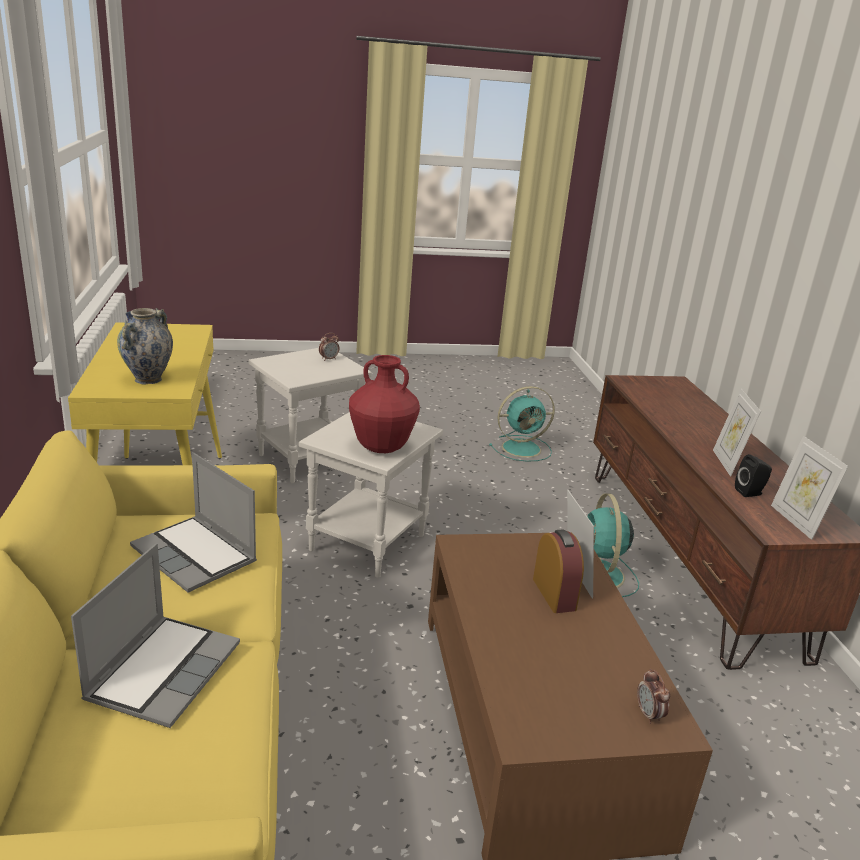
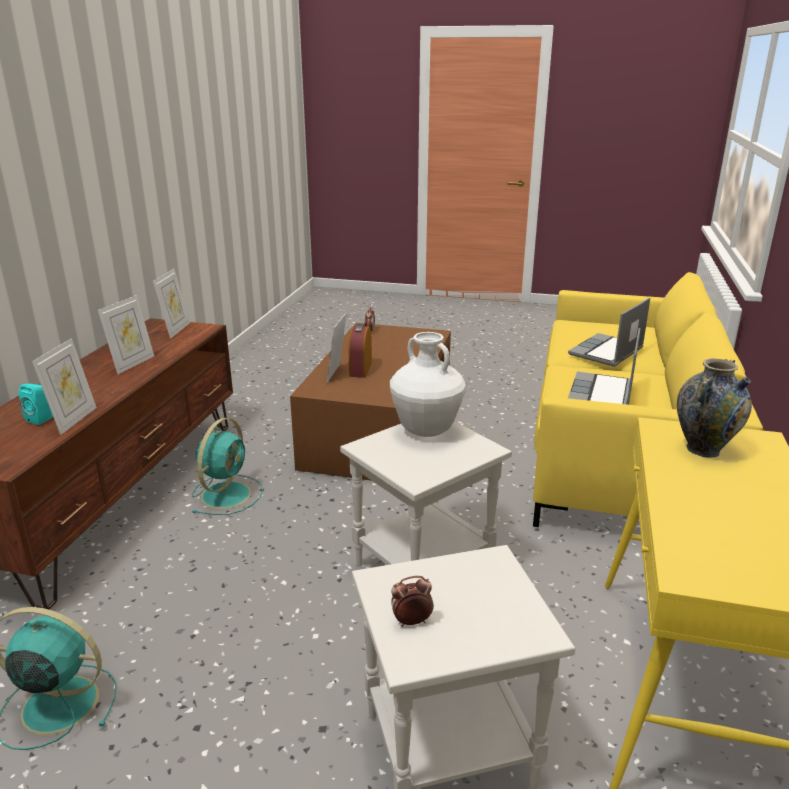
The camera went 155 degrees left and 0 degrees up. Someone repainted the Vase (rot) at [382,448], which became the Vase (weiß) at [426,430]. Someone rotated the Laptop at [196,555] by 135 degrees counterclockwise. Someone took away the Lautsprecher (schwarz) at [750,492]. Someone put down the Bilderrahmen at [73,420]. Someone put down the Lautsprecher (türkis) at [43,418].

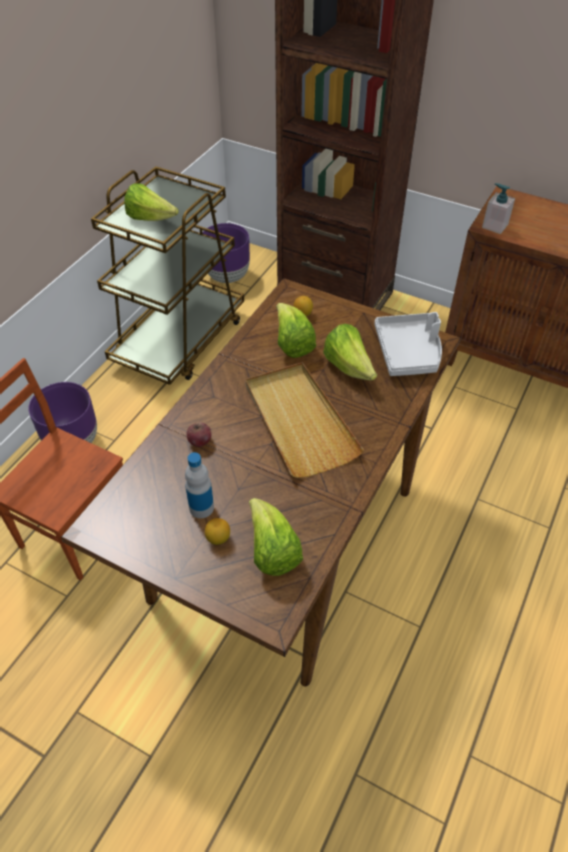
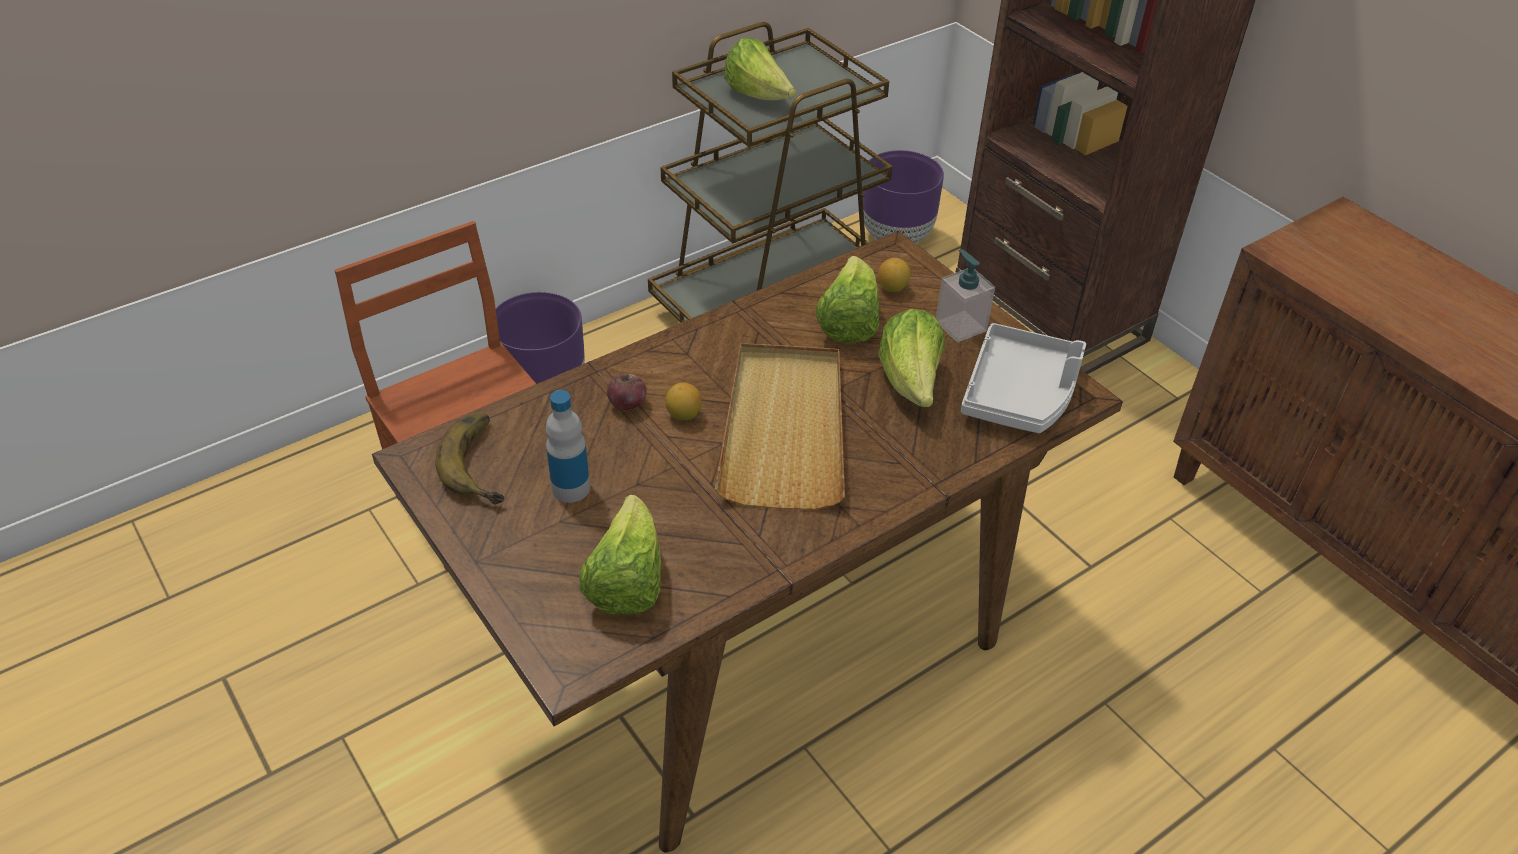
The camera went 25 degrees right and 5 degrees down. Someone carried the Seifenspender from [494,226] to [960,326]. Someone carried the Zitrone from [218,538] to [683,415]. Someone put down the Banane at [485,462].

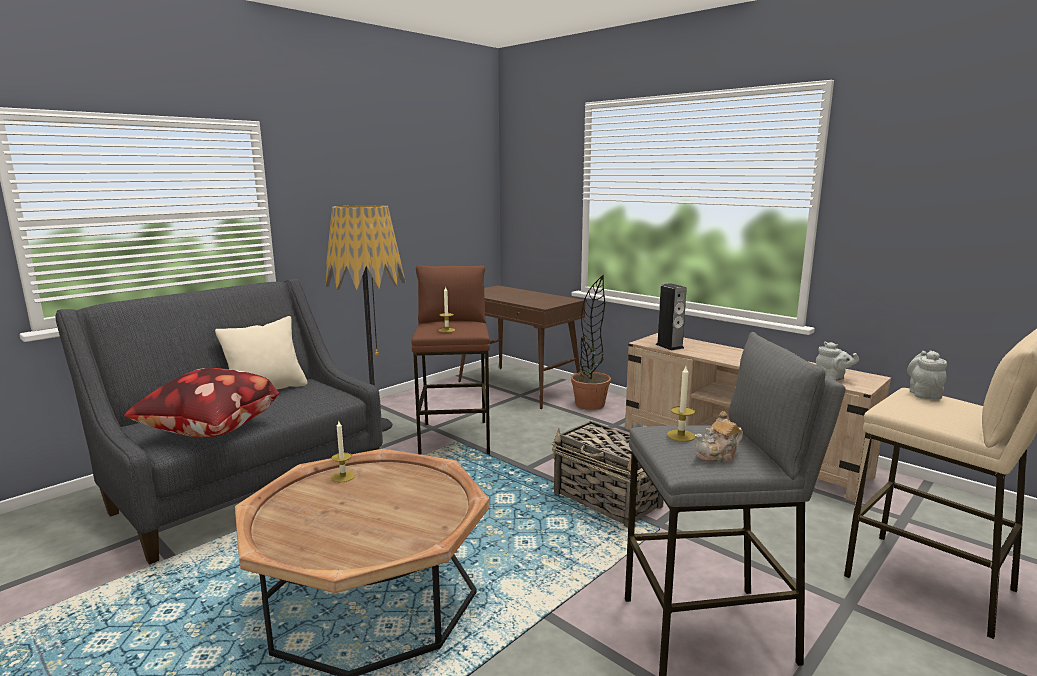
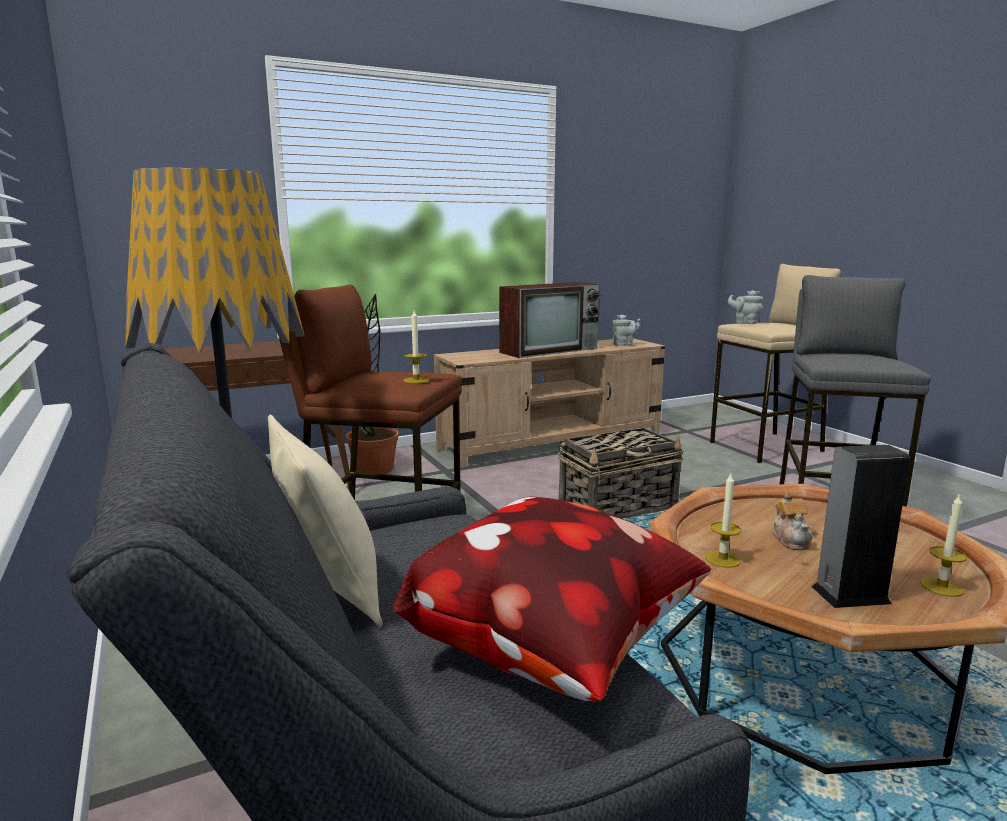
The camera went 70 degrees left and 0 degrees up. Someone carried the Lautsprecher from [669,346] to [850,595]. Someone carried the Kerze from [681,435] to [941,587]. Someone carried the Teekanne from [718,455] to [791,539]. Someone put down the Fernseher at [550,350].

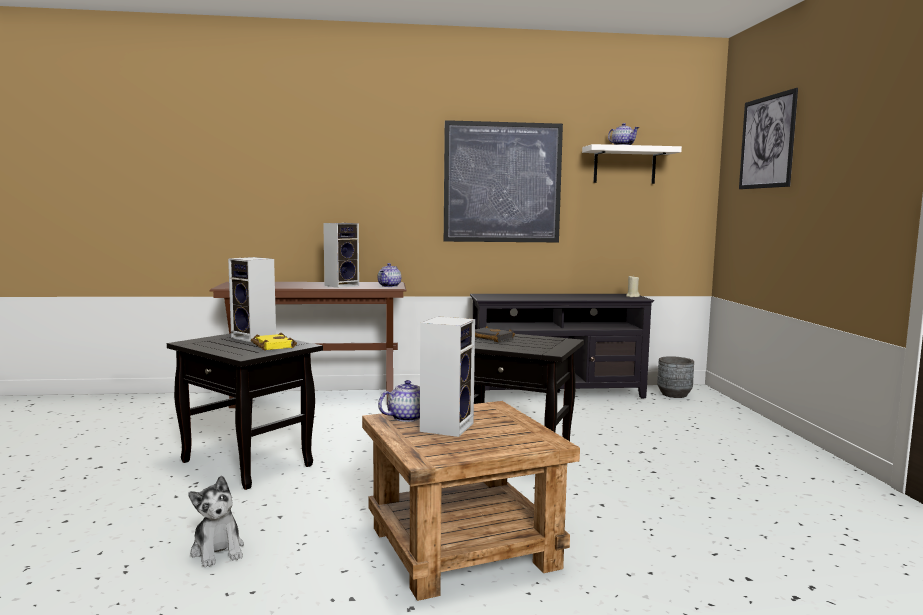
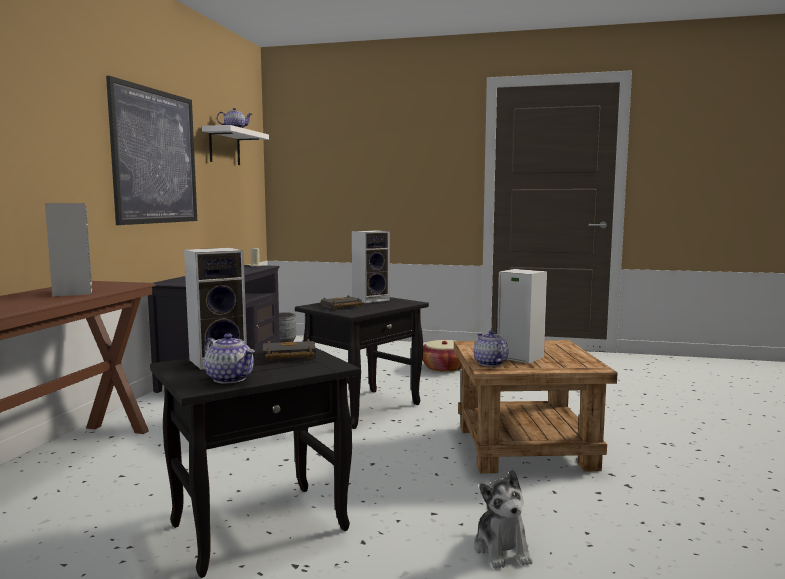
The camera went 70 degrees left and 0 degrees up. Someone took away the Bild at [767,142]. Someone carried the Teekanne from [389,286] to [230,378]. Someone repainted the Buch (gelb) at [271,346], which became the Buch (schwarz) at [287,356]. Someone rotated the Plüschtier at [218,550] by 90 degrees clockwise. Someone put down the Lautsprecher at [371,299]. Someone put down the Korb at [444,368].

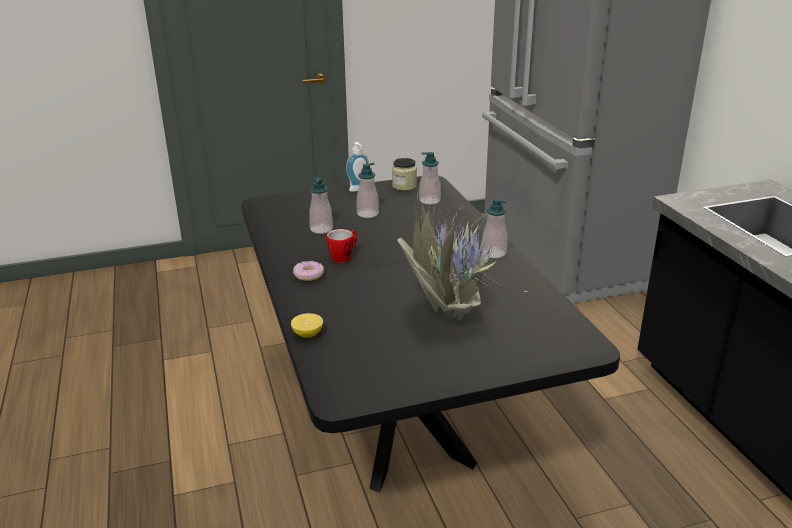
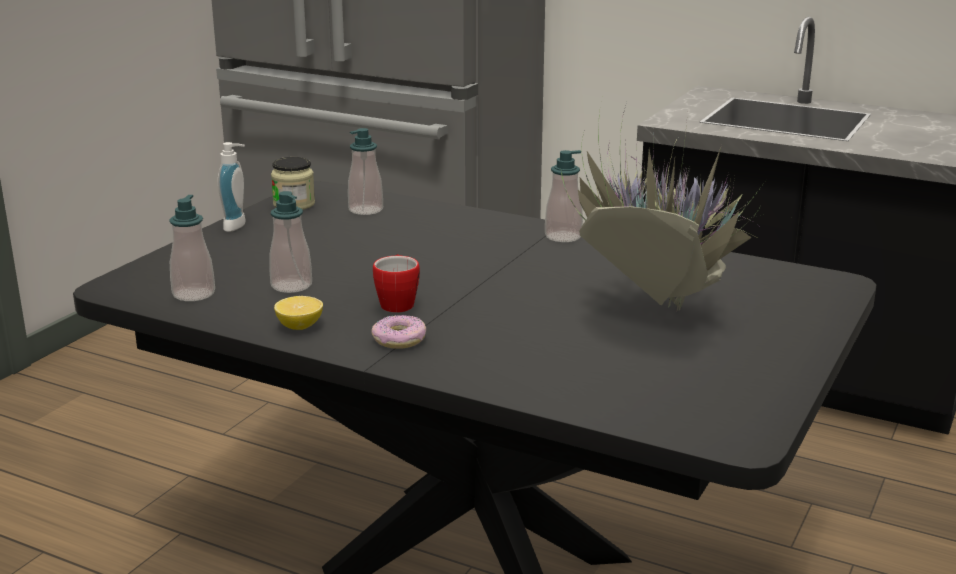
The camera went 45 degrees left and 5 degrees down. Someone carried the Seifenspender from [367,214] to [194,294]. Someone carried the Zitrone from [308,334] to [299,326].

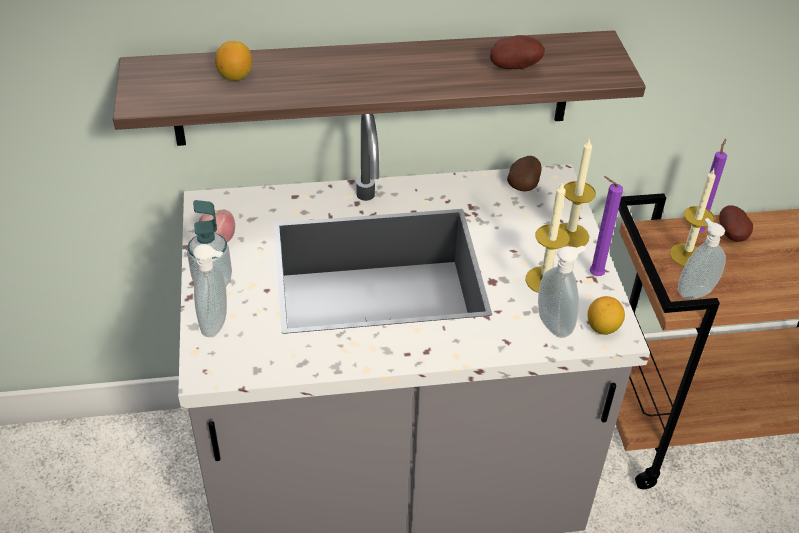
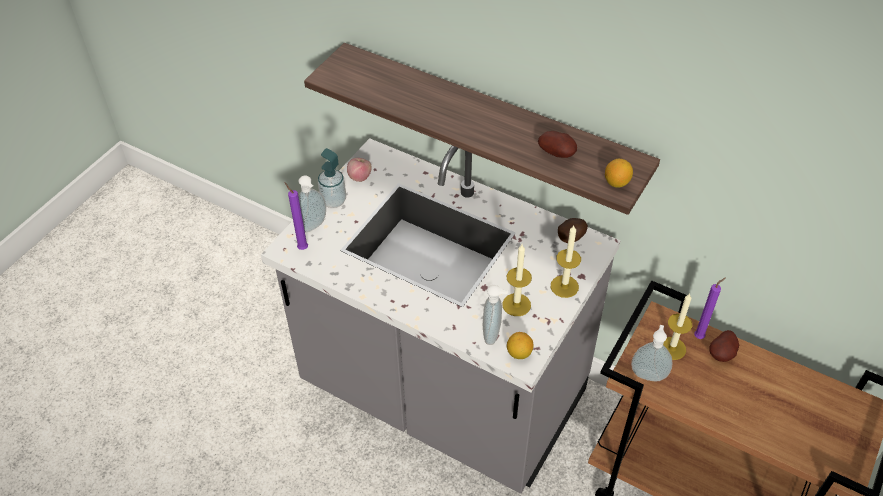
The camera went 40 degrees right and 5 degrees up. Someone carried the Zitrone from [235,76] to [616,182]. Someone carried the Kerze (lila) from [593,275] to [301,247].

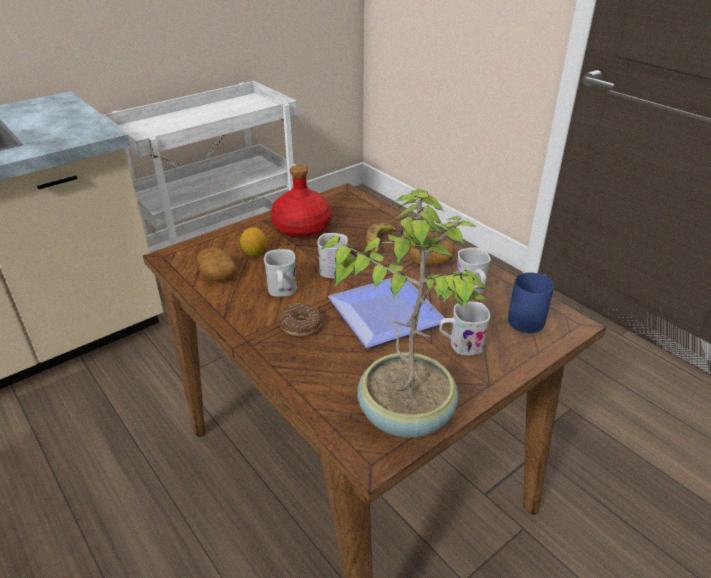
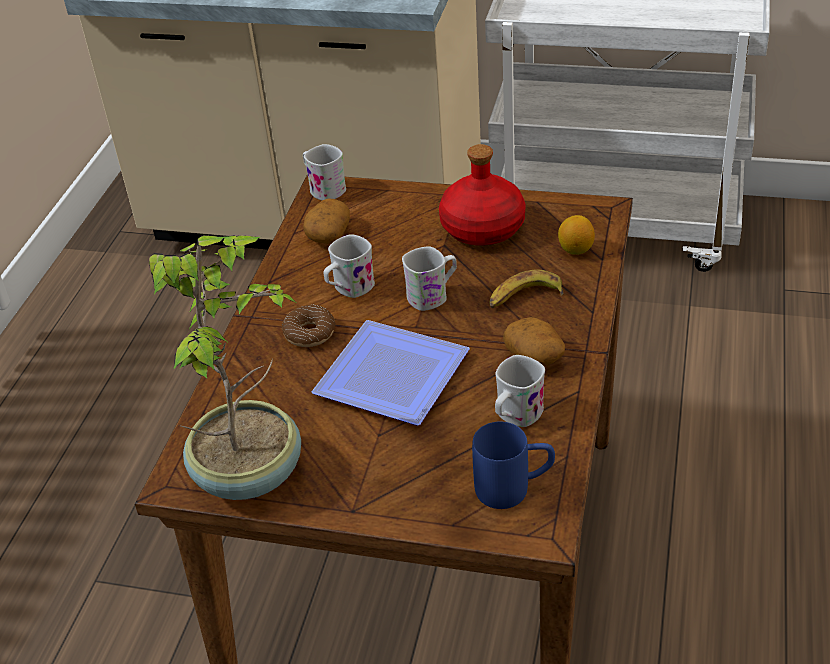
The camera went 55 degrees right and 5 degrees up. Someone carried the Zitrone from [254,253] to [575,249]. Someone carried the Henkelbecher (weiß) from [460,345] to [323,189].

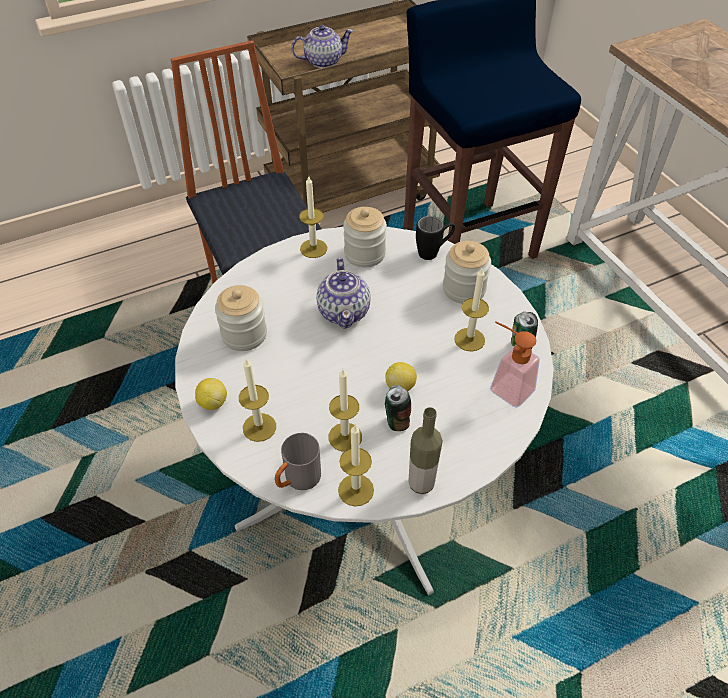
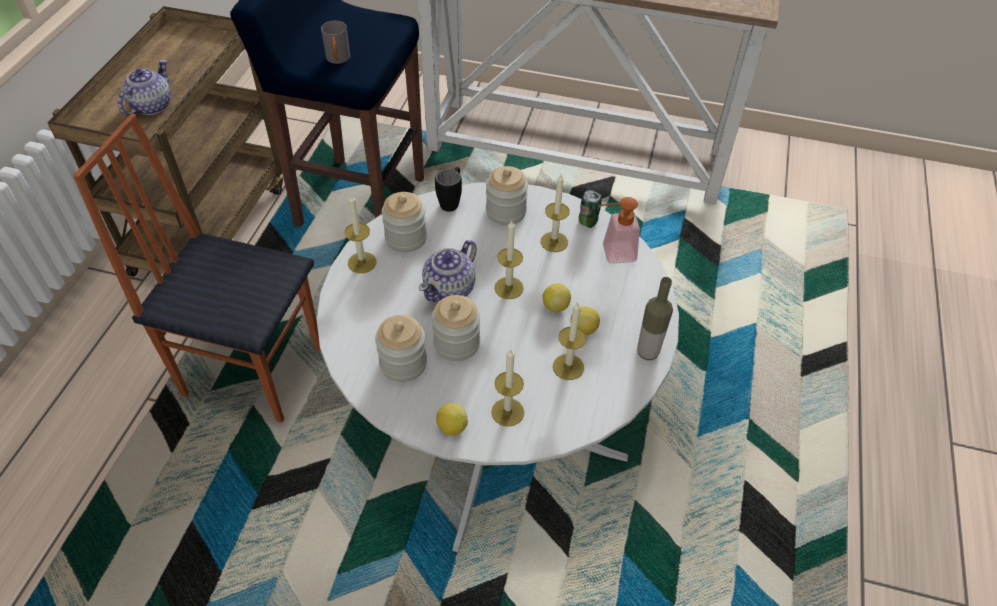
The camera went 50 degrees left and 0 degrees up. Someone rotated the Teekanne at [344,311] by 90 degrees clockwise. Someone swapped the Dose at [397,421] for the Zitrone at [584,329]. Someone carried the Kerze from [356,490] to [508,288]. Someone carried the Henkelbecher (grau) from [298,480] to [338,60]. Someone put down the Vorratsglas at [456,343].

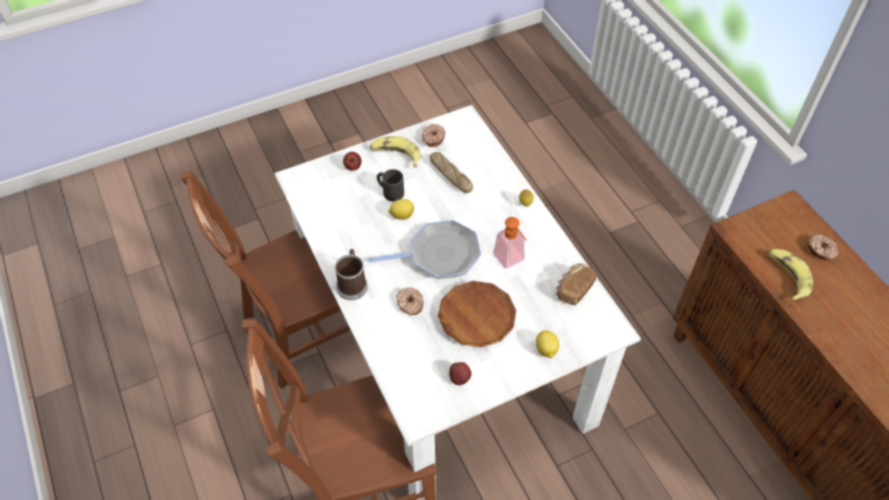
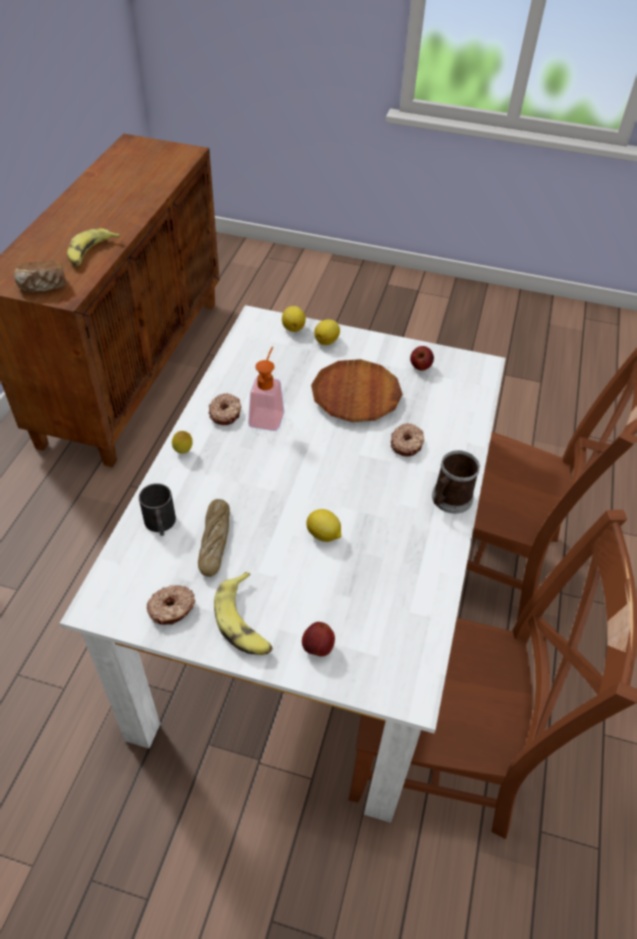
The camera went 140 degrees left and 5 degrees down. Someone carried the Henkelbecher (schwarz) from [390,191] to [160,525]. Someone took away the Pfanne at [439,255]. Someone carried the Donut from [821,250] to [226,413]. Someone carried the Brot from [573,289] to [43,286]. Someone put down the Zitrone at [293,327].

